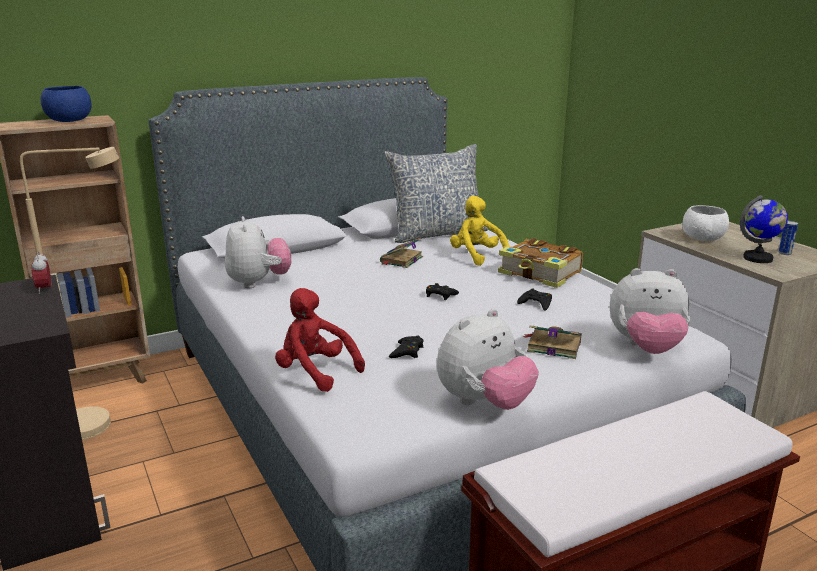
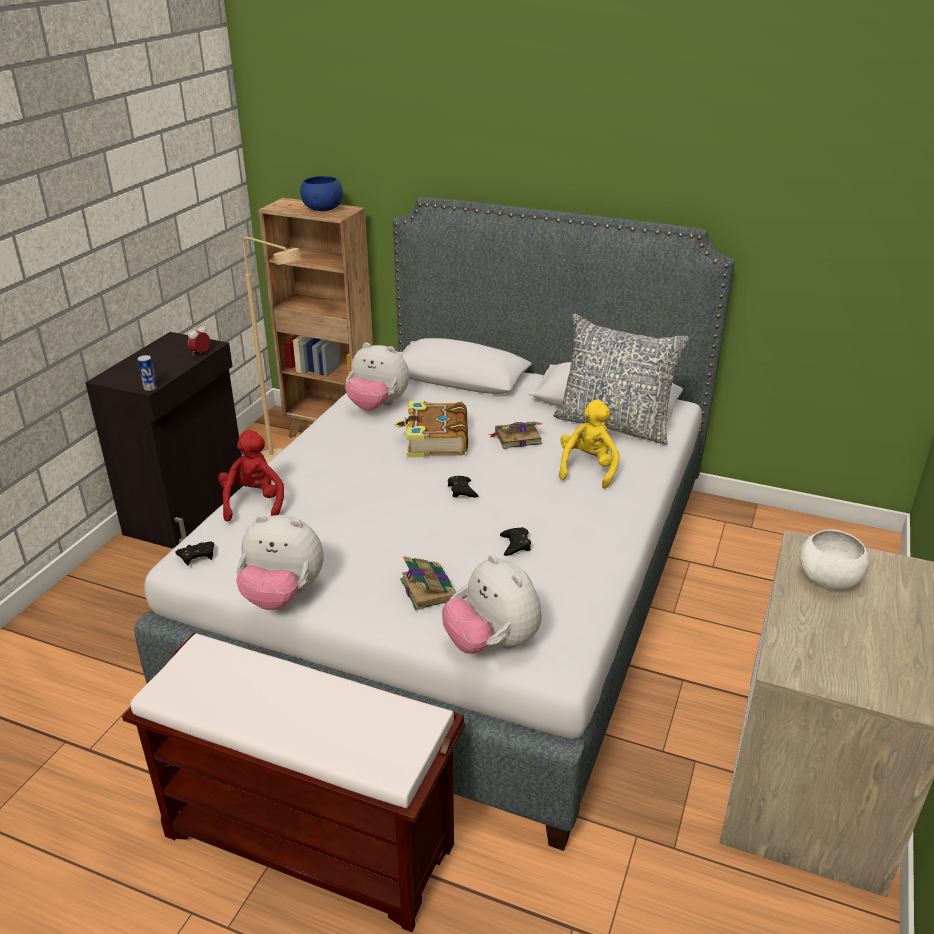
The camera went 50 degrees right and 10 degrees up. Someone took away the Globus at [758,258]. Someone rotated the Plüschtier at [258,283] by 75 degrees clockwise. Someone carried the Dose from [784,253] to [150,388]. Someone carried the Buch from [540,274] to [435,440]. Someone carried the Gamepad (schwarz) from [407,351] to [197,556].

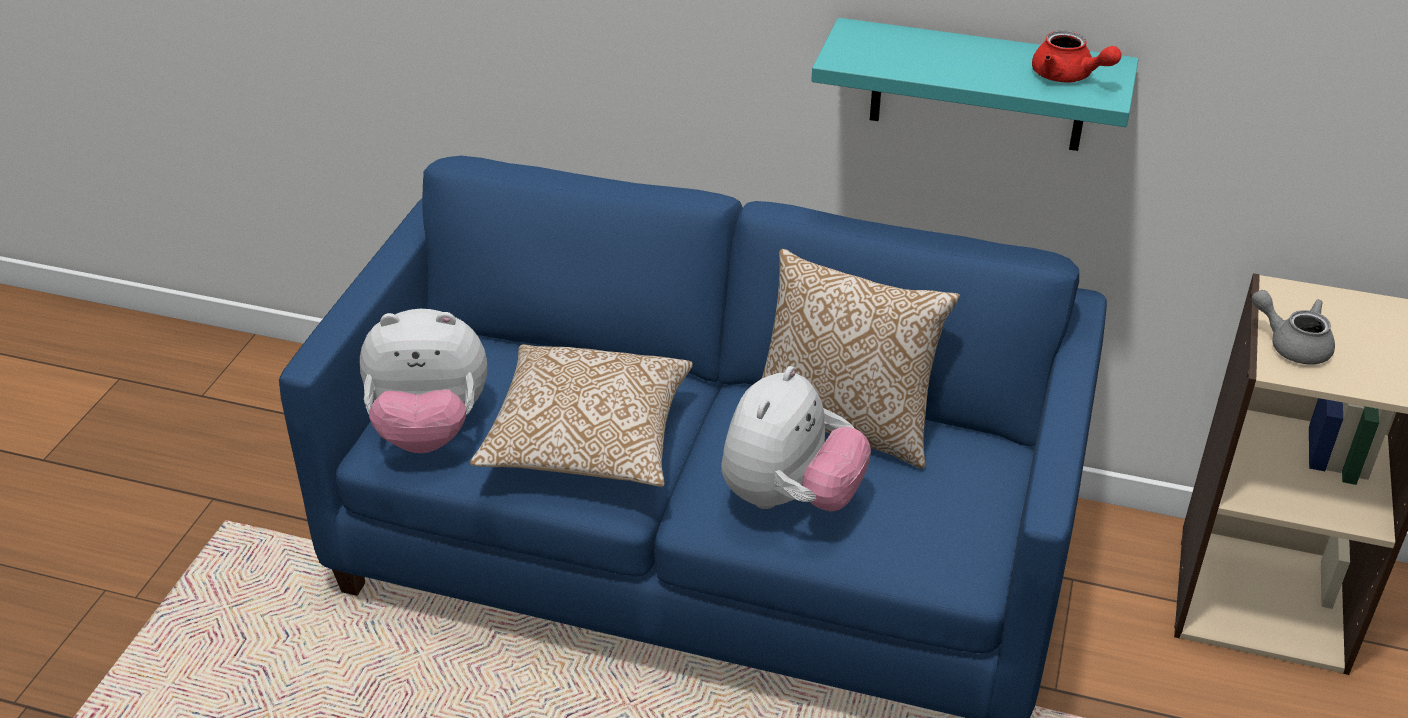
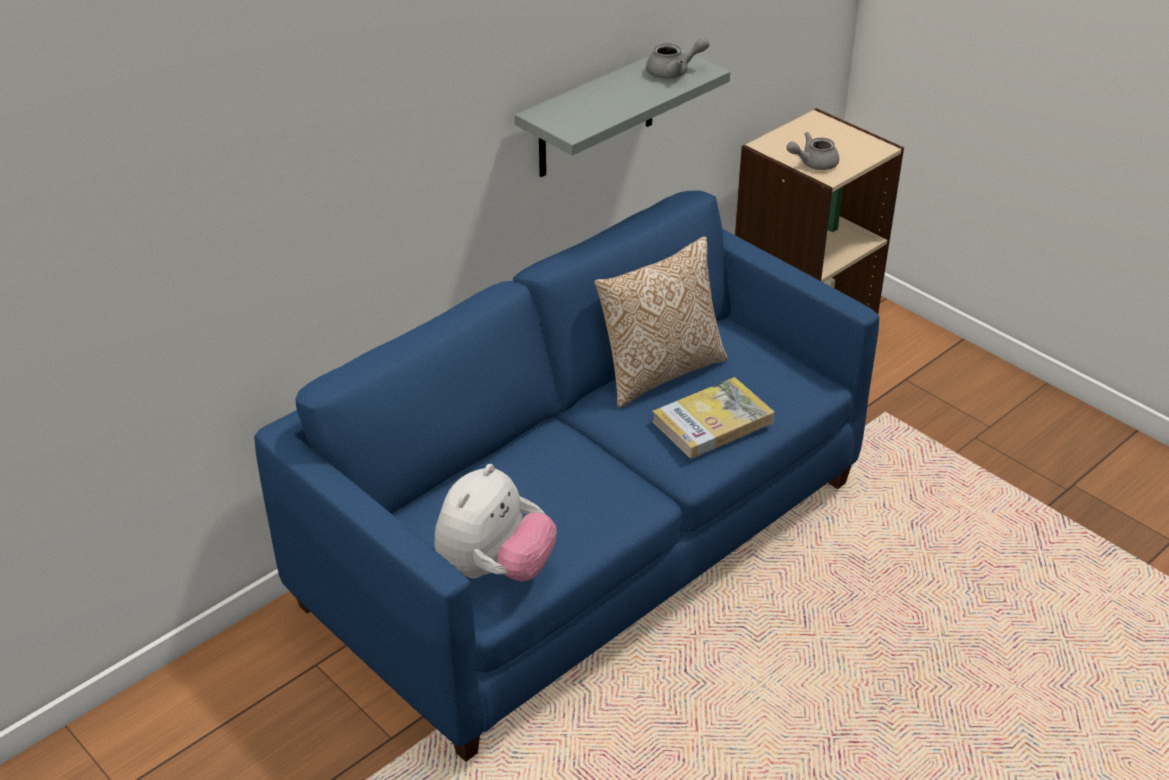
The camera went 60 degrees left and 0 degrees up. Someone repainted the Wandregal (türkis) at [978,86], which became the Wandregal (grau) at [596,114]. Someone repainted the Teekanne (rot) at [1068,77], which became the Teekanne (grau) at [674,72]. Someone took away the Kissen at [587,441]. Someone swapped the Plüschtier at [790,498] for the Buch at [712,422].

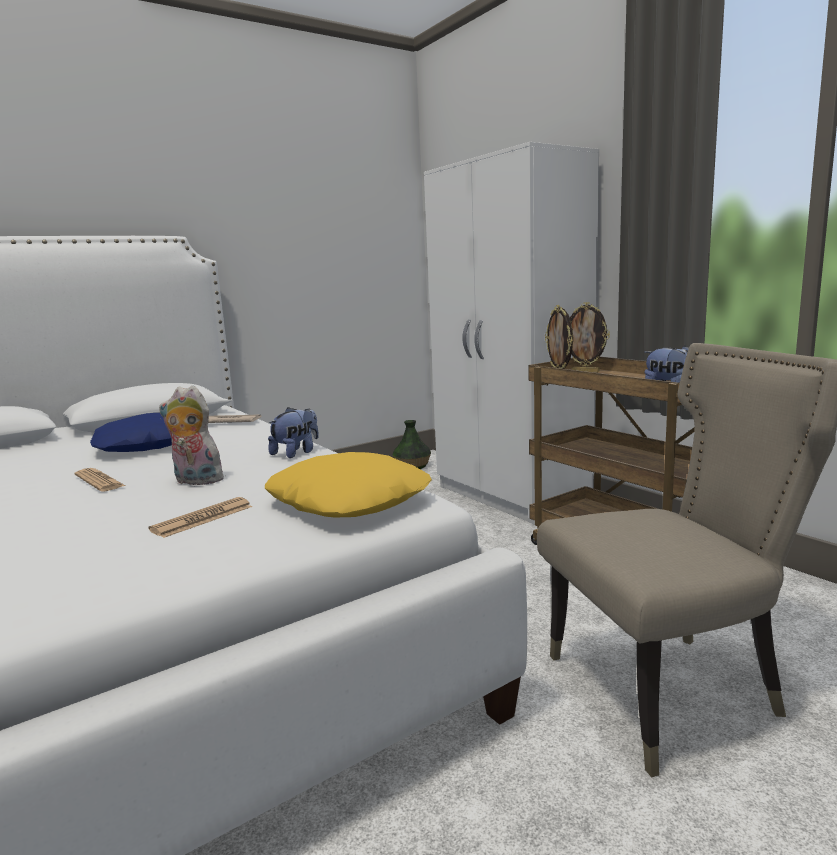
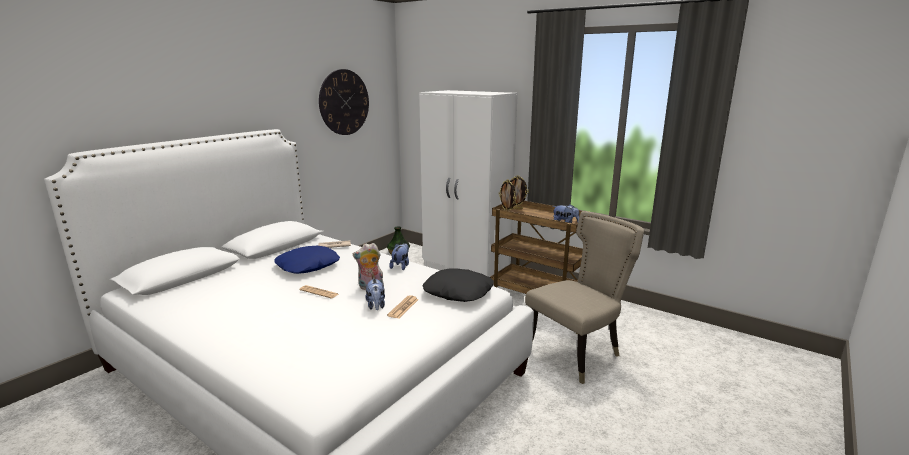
The camera went 20 degrees left and 5 degrees up. Someone repainted the Kissen (gelb) at [350,500], which became the Kissen (schwarz) at [458,291]. Someone put up the Wanduhr at [344,102]. Someone put down the Plüschtier at [376,306].

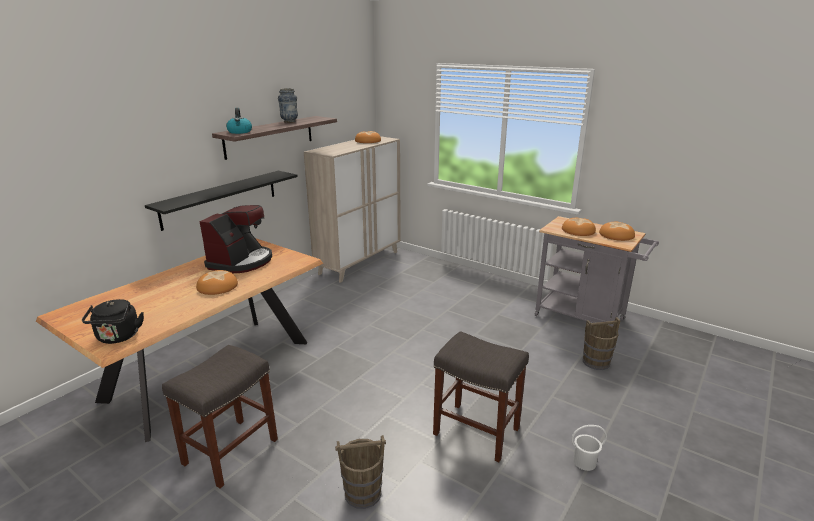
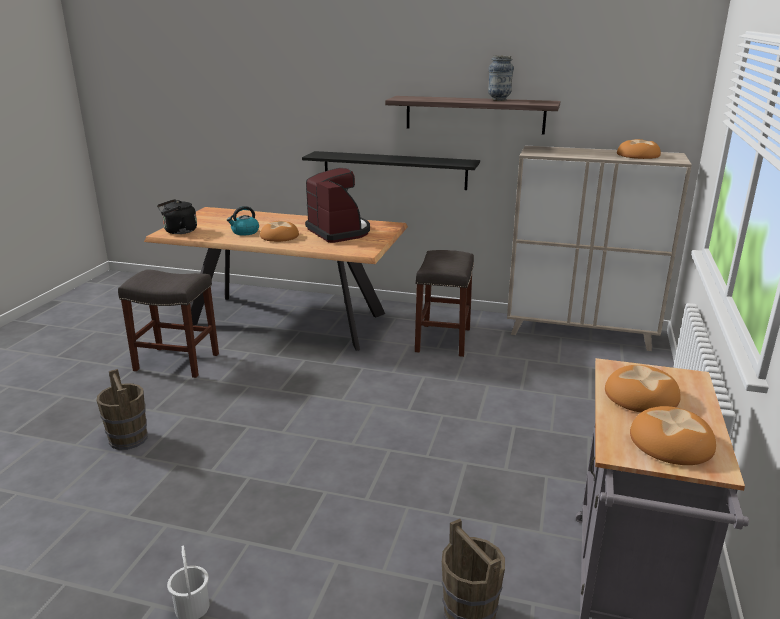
The camera went 70 degrees right and 0 degrees up. Someone carried the Wasserkessel from [240,132] to [245,232]. Someone rotated the Kaffeemaschine at [241,262] by 120 degrees counterclockwise. Someone carried the Hocker (grau) from [477,431] to [443,340].

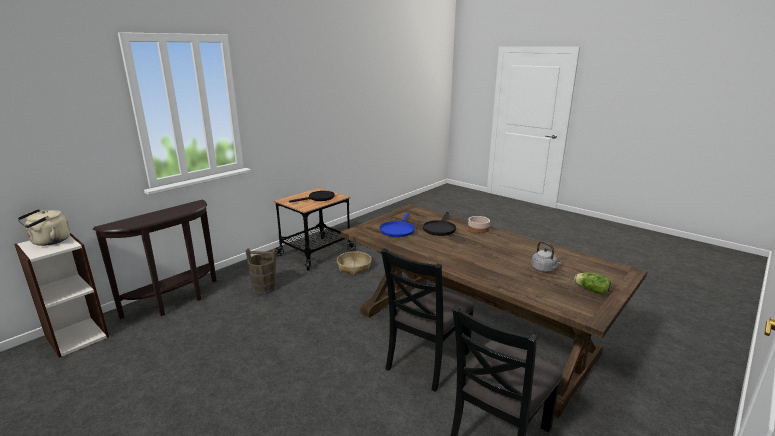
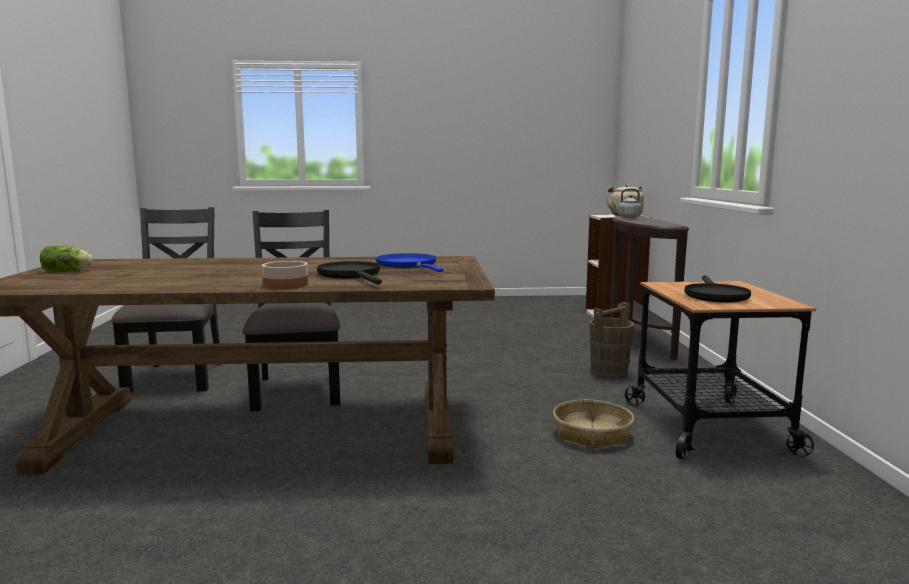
The camera went 135 degrees right and 10 degrees down. Someone carried the Wasserkessel (grau) from [544,270] to [627,217].

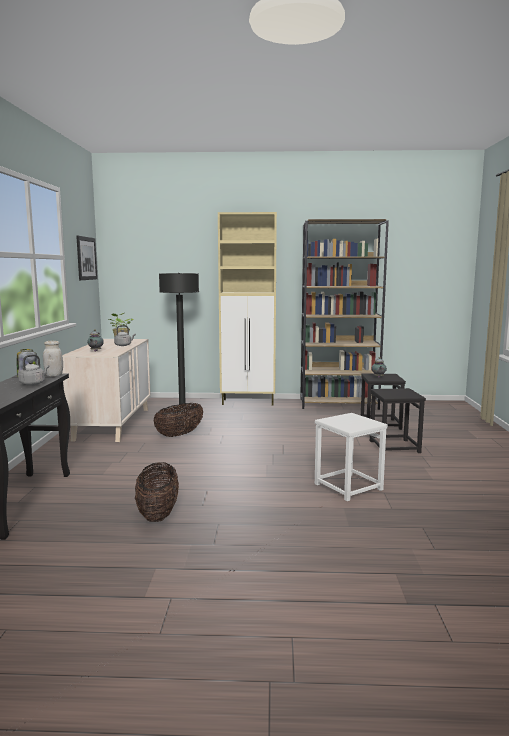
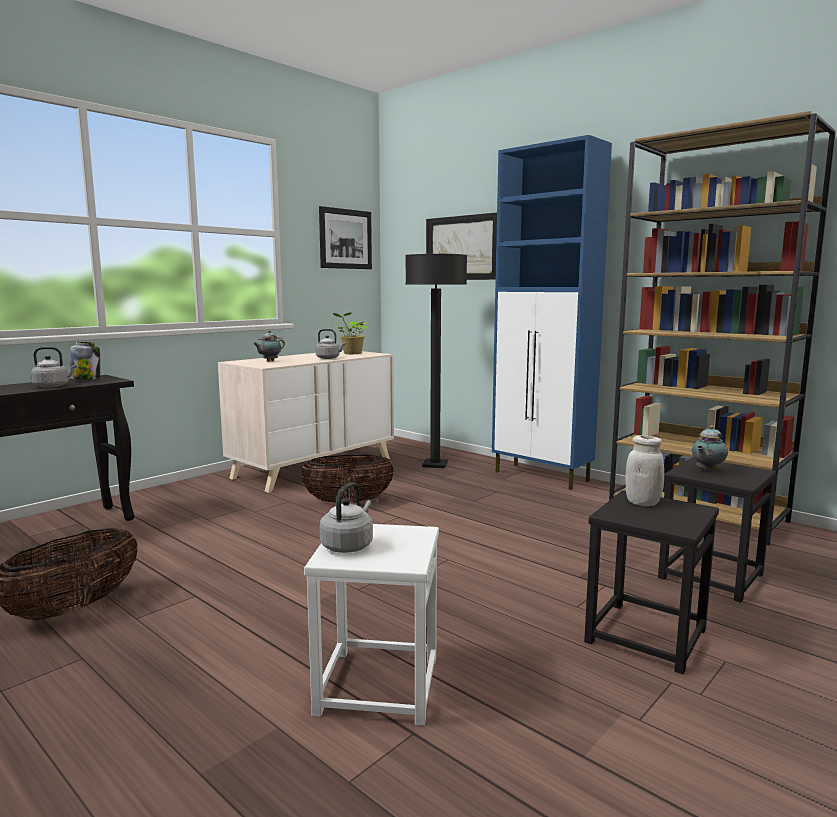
The camera went 40 degrees right and 0 degrees up. Someone repainted the Schrank (beige) at [249,402], which became the Schrank (blau) at [542,476]. Someone carried the Vorratsglas (weiß) from [54,375] to [642,503]. Someone put up the Bild at [461,248]. Someone put down the Wasserkessel (grau) at [348,545].

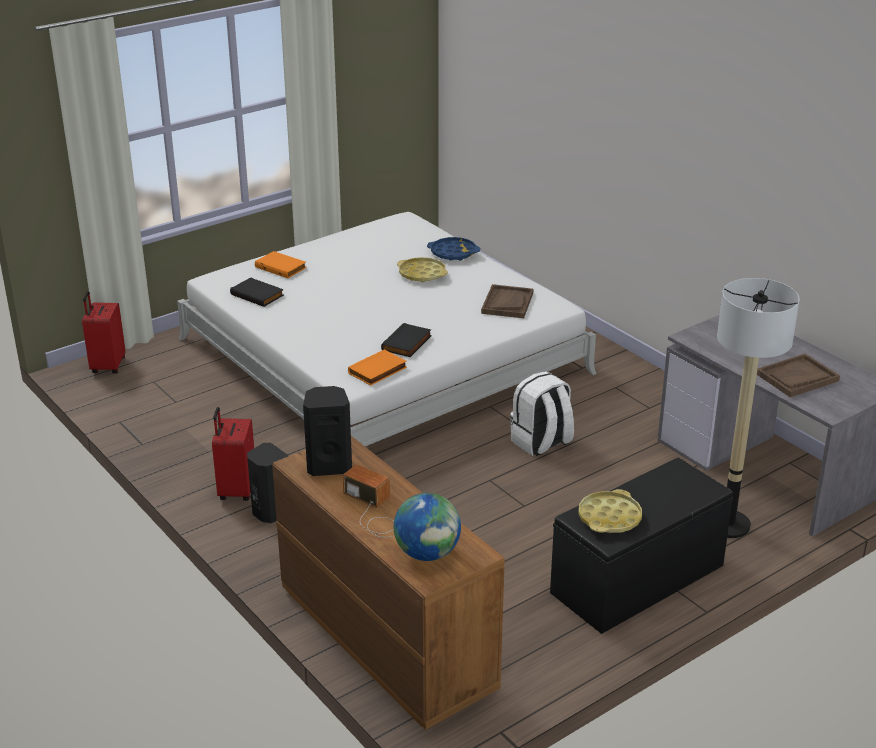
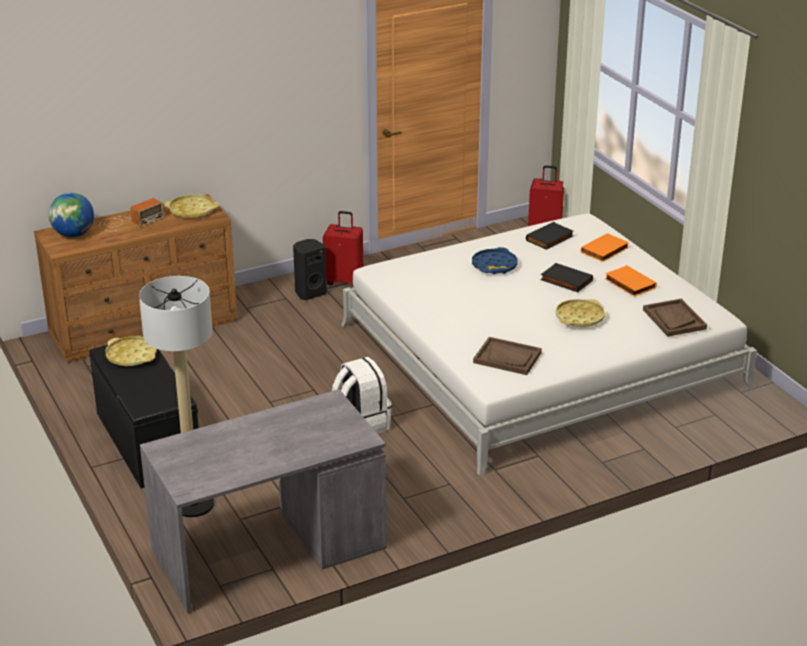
The camera went 100 degrees right and 0 degrees up. Someone carried the Tablett (blau) from [453,253] to [494,265]. Someone carried the Buch (schwarz) from [407,343] to [565,281]. Someone carried the Buch (orange) from [378,371] to [629,284]. Someone carried the Tablett (braun) from [797,377] to [674,319]. Someone swapped the Lautsprecher (schwarz) at [329,465] for the Tablett (gelb) at [192,210].

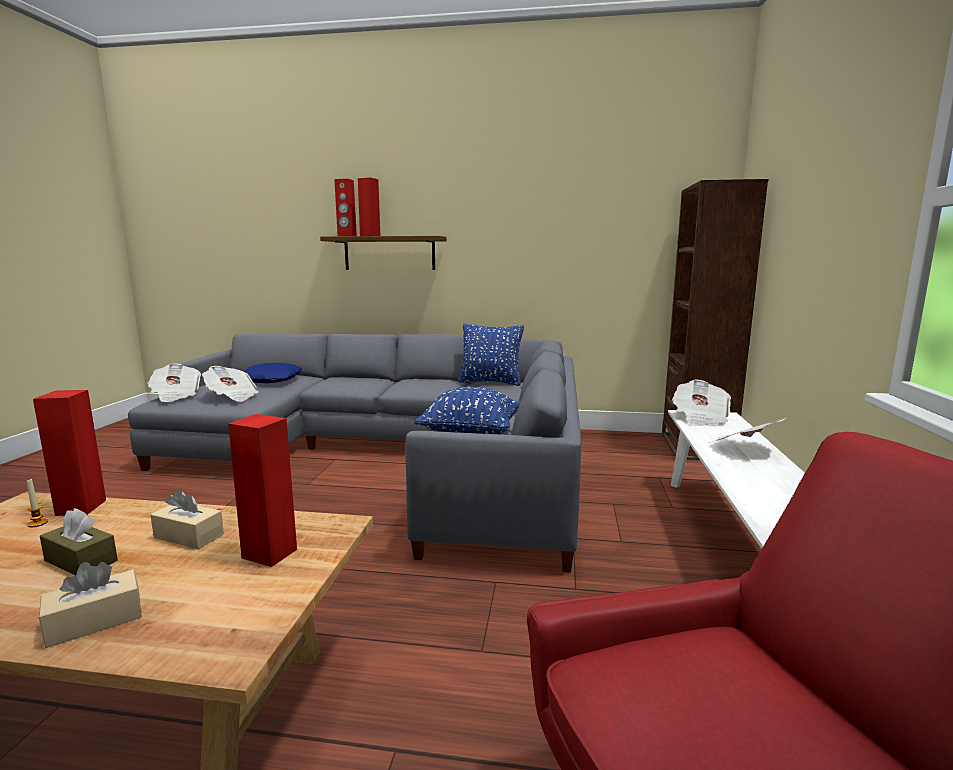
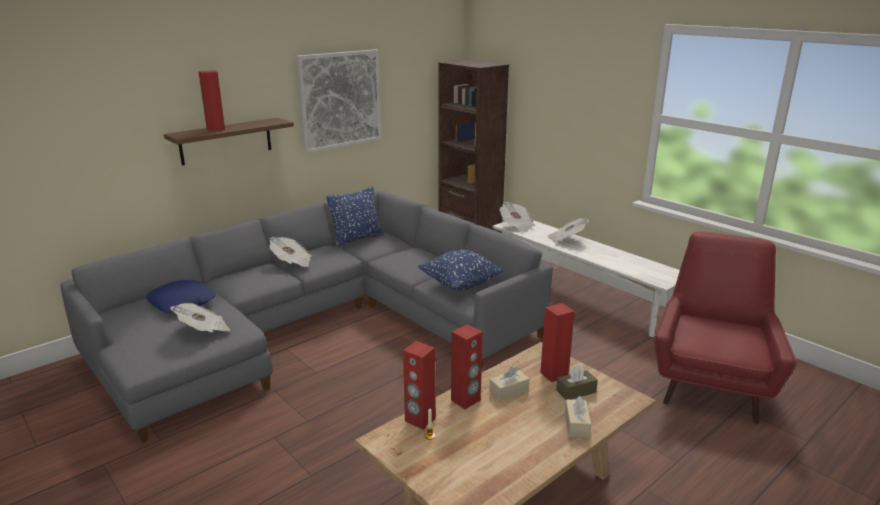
The camera went 50 degrees left and 10 degrees up. Someone carried the Lautsprecher (rot) from [347,236] to [466,400]. Someone carried the Zeitung from [176,395] to [292,262]. Someone carried the Taschentuchbox (braun) from [81,561] to [576,391]. Someone put up the Bild at [340,100].

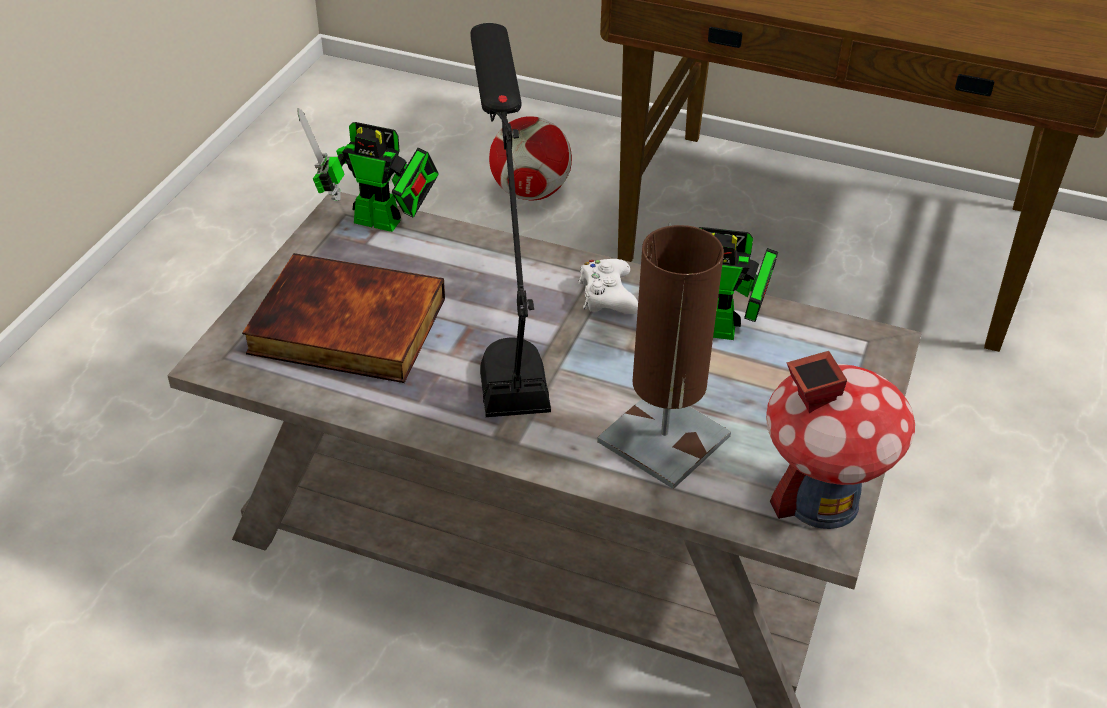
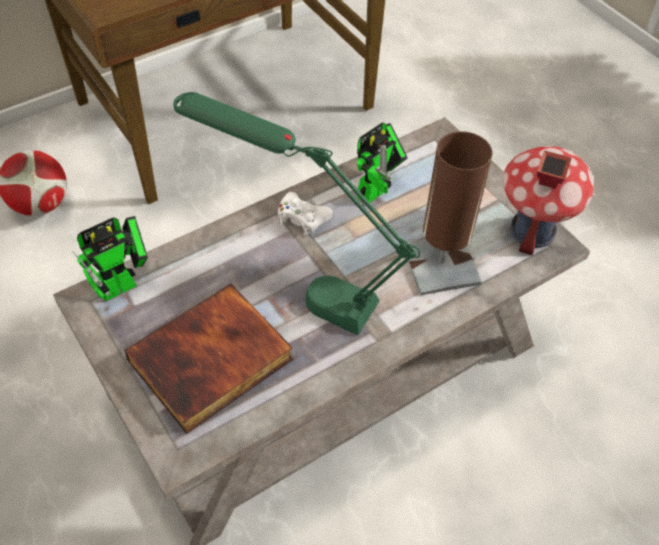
The camera went 55 degrees left and 10 degrees up. Someone repainted the Tischlampe (schwarz) at [507,339], which became the Tischlampe (grün) at [298,286].

